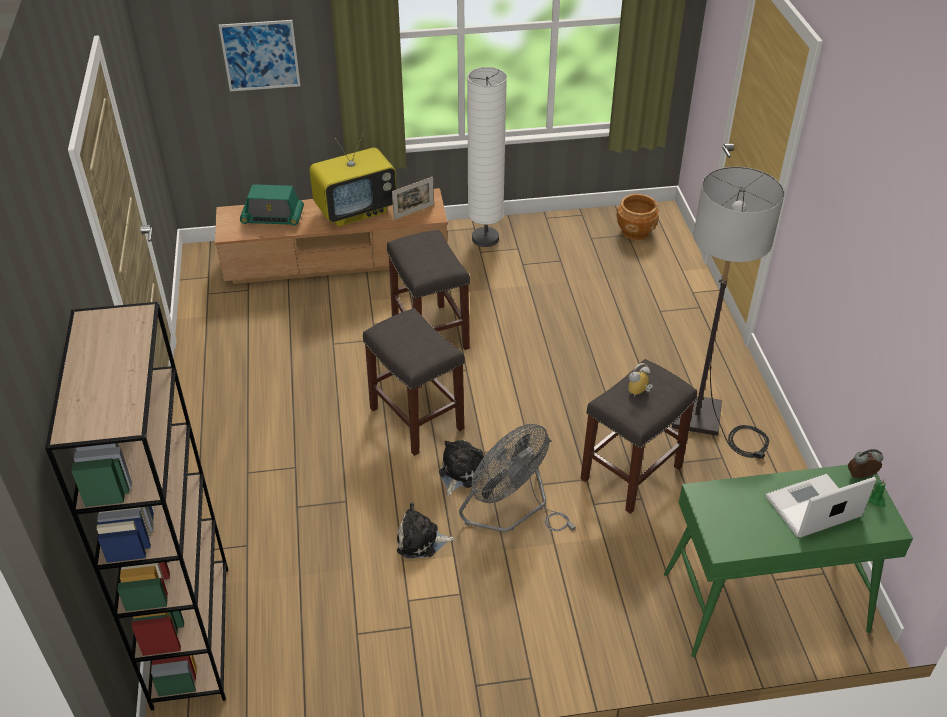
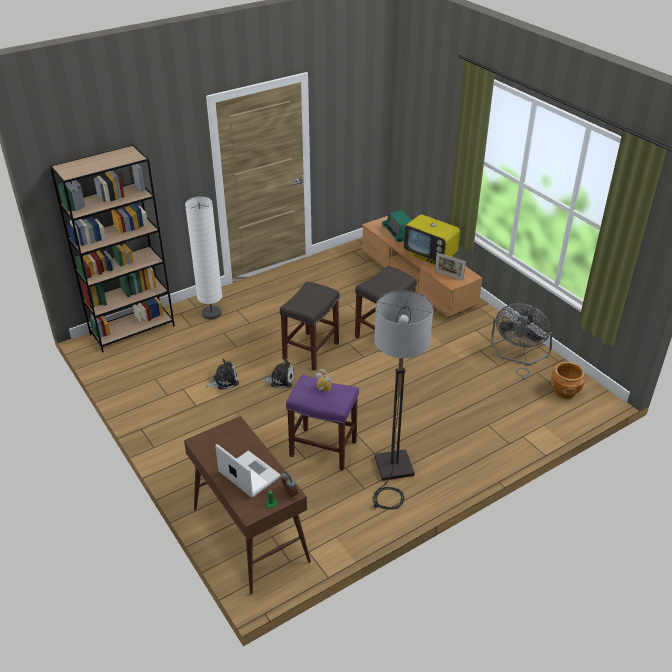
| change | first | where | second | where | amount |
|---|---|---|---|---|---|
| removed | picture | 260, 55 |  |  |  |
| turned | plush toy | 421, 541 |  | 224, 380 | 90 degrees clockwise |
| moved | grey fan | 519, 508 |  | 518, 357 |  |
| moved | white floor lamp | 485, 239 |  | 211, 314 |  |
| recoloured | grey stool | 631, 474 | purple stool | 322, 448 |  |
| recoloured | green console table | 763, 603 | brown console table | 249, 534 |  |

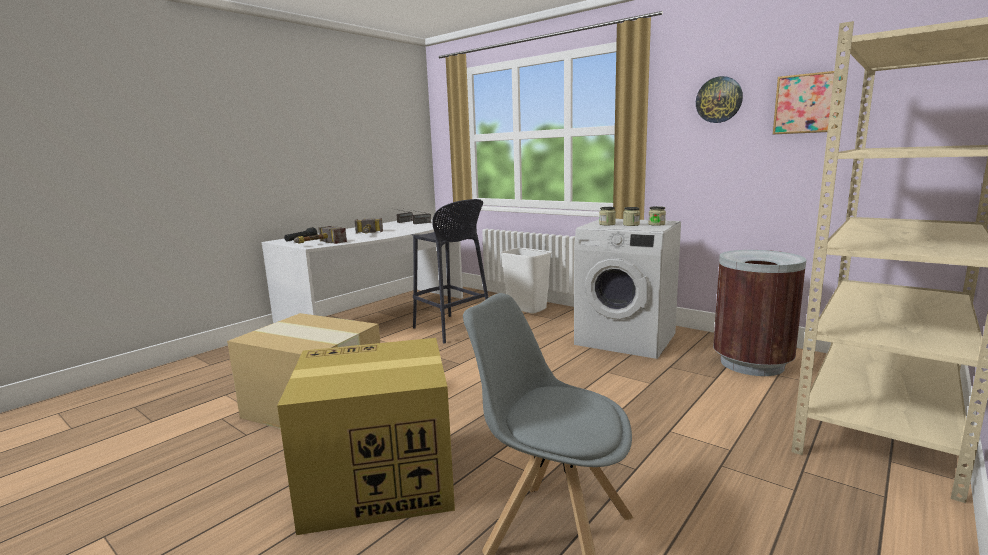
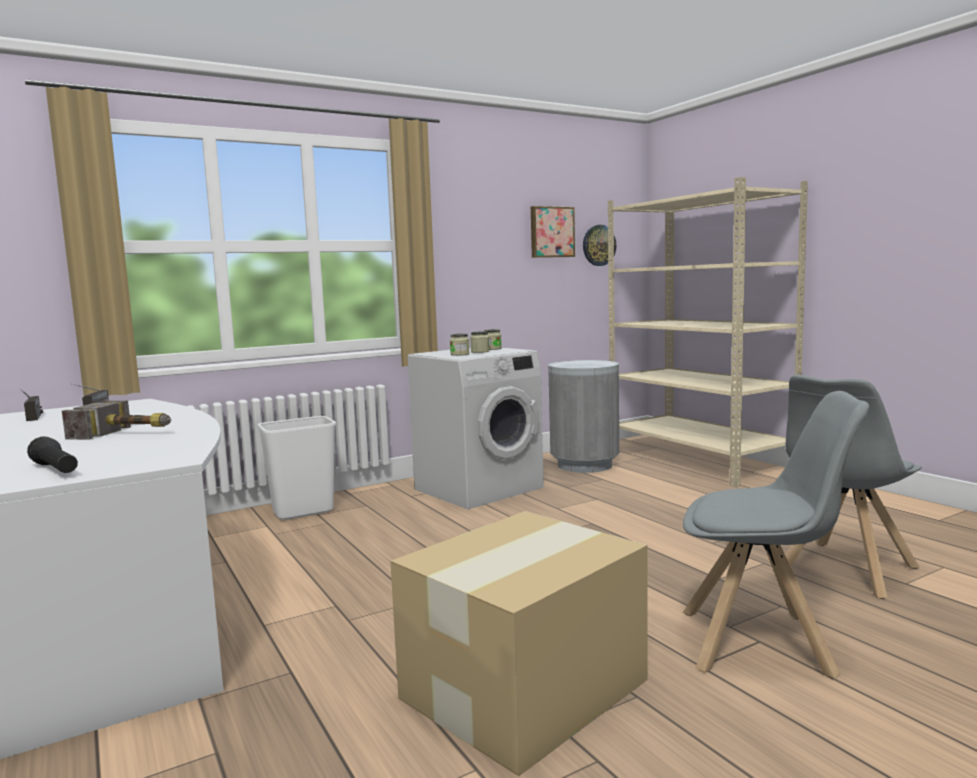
| change | first | where | second | where | amount |
|---|---|---|---|---|---|
| replaced | cardboard box | 377, 481 | grey chair | 763, 642 |  |
| removed | hammer | 317, 244 |  |  |  |
| removed | grey stool | 451, 328 |  |  |  |
| moved | wall clock | 719, 100 |  | 598, 245 |  |
| recoloured | brown trash can | 752, 364 | grey trash can | 585, 465 |  |

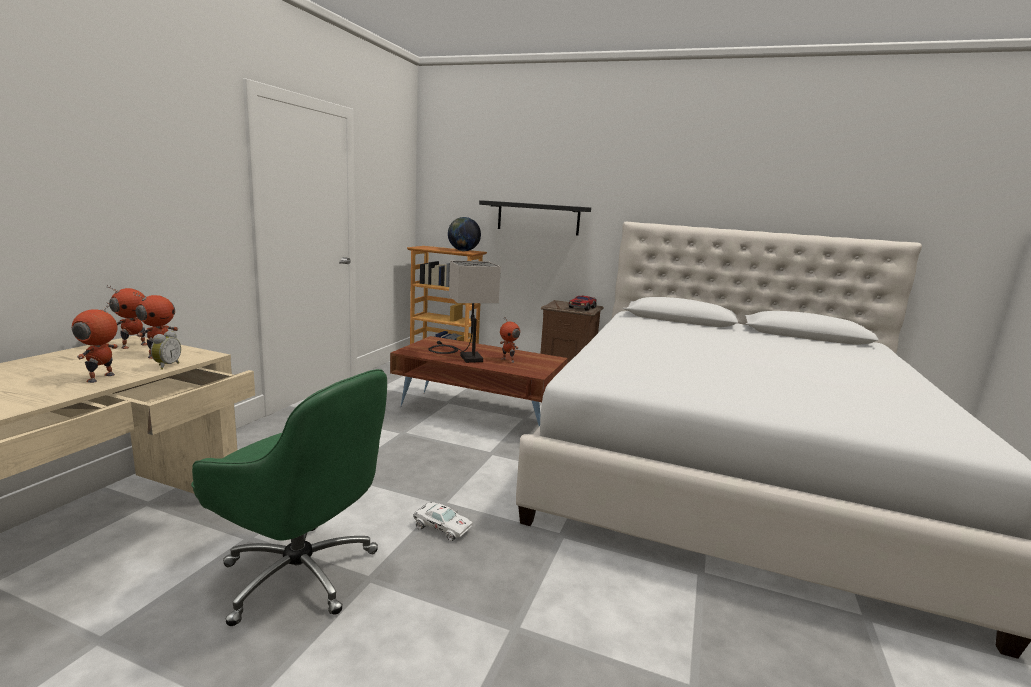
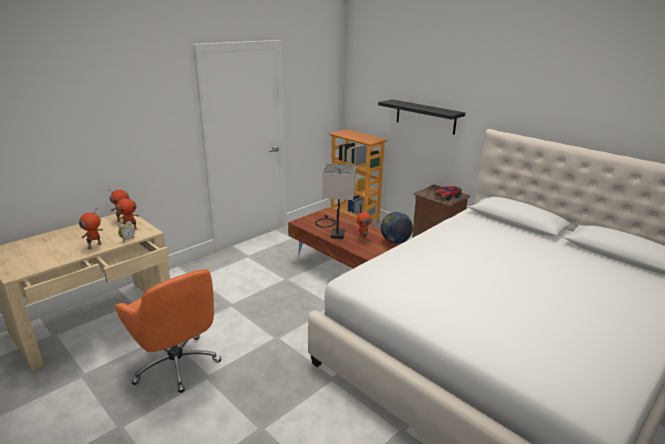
| change | first | where | second | where | amount |
|---|---|---|---|---|---|
| recoloured | green office chair | 298, 575 | orange office chair | 176, 365 |  |
| removed | white toy car | 441, 527 |  |  |  |
| moved | globe | 463, 251 |  | 395, 242 |  |

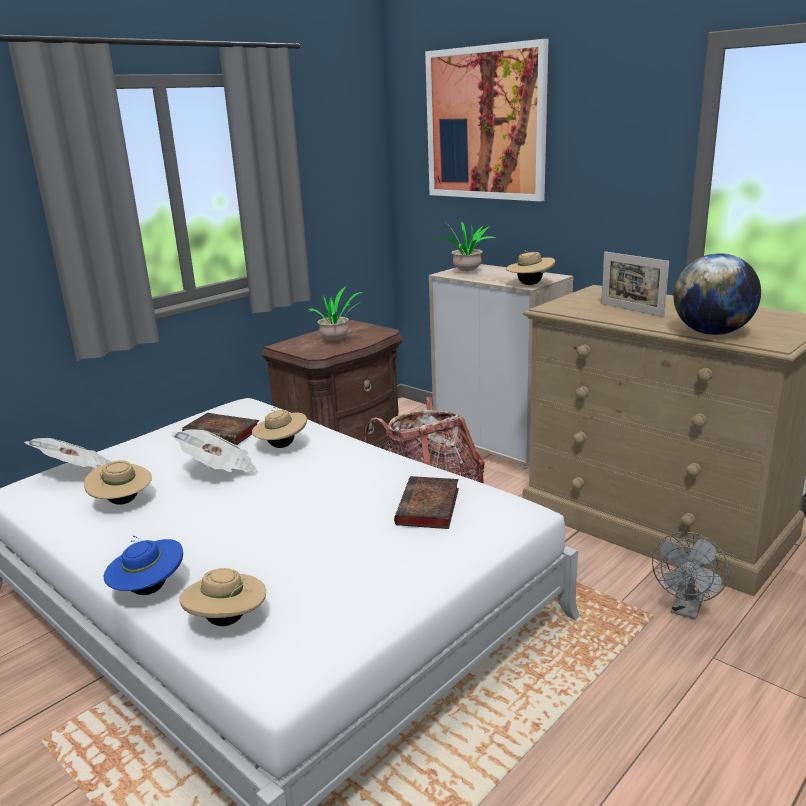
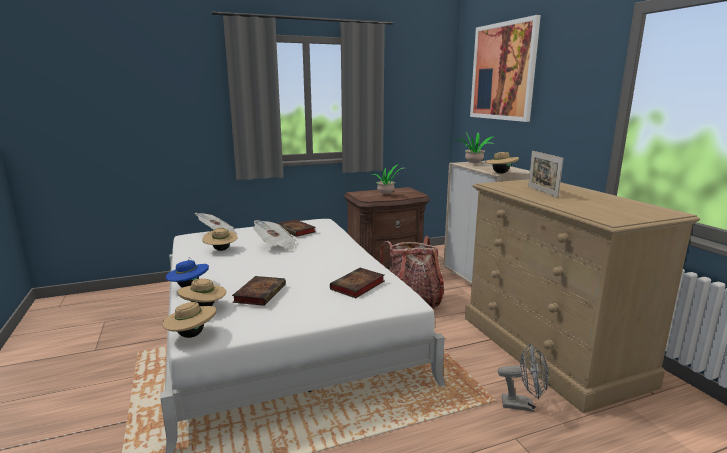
| change | first | where | second | where | amount |
|---|---|---|---|---|---|
| moved | beige hat | 281, 446 |  | 191, 335 |  |
| turned | grey fan | 686, 610 |  | 523, 405 | 135 degrees counterclockwise |
| removed | globe | 712, 333 |  |  |  |
| added |  |  | book | 260, 293 |  |

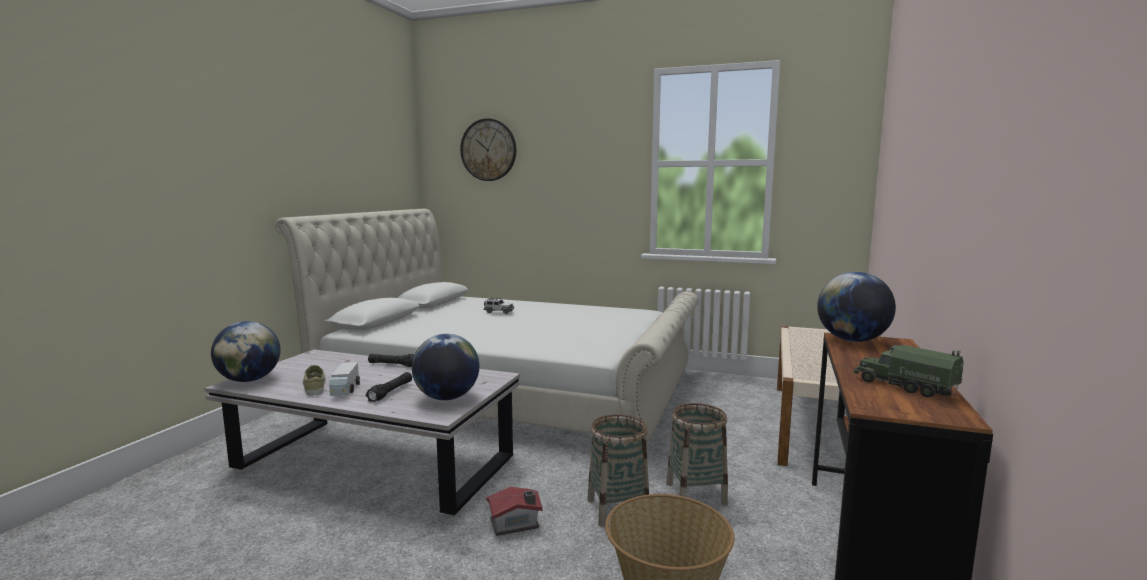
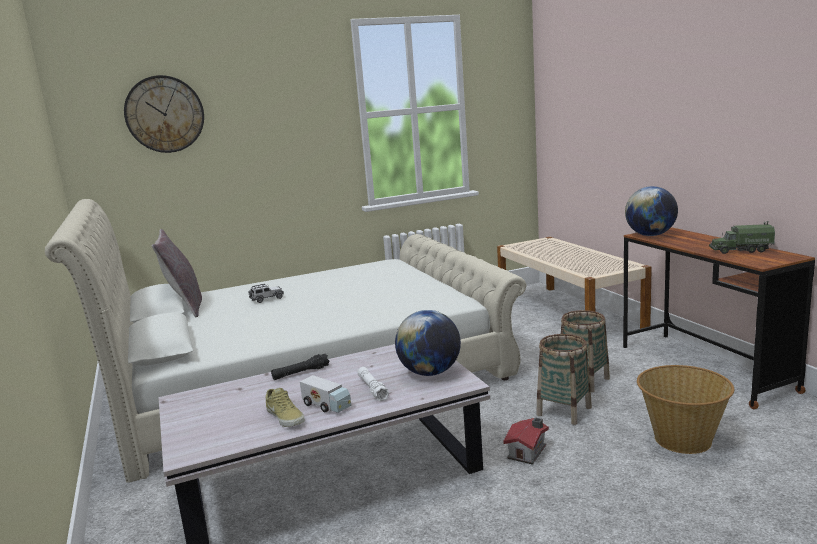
| change | first | where | second | where | amount |
|---|---|---|---|---|---|
| removed | globe | 249, 380 |  |  |  |
| turned | beige shoe | 314, 386 |  | 286, 417 | 150 degrees counterclockwise |
| recoloured | black flashlight | 391, 392 | white flashlight | 372, 389 |  |
| added |  |  | grey pillow | 185, 307 |  |

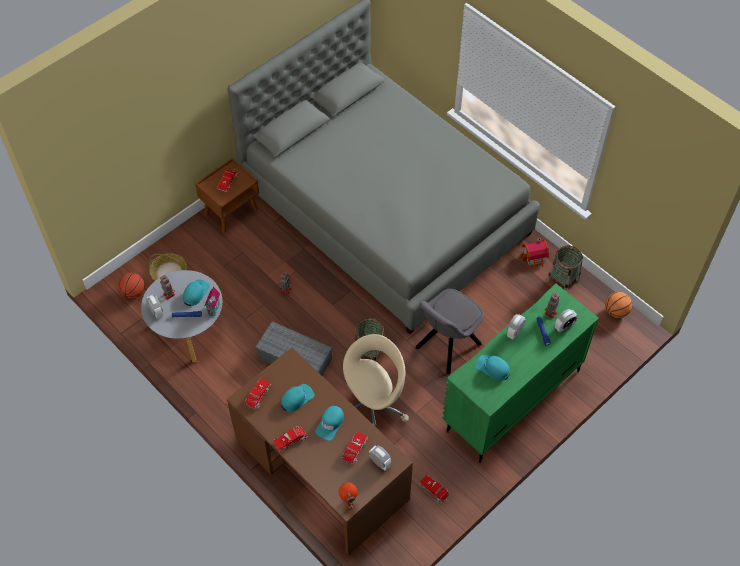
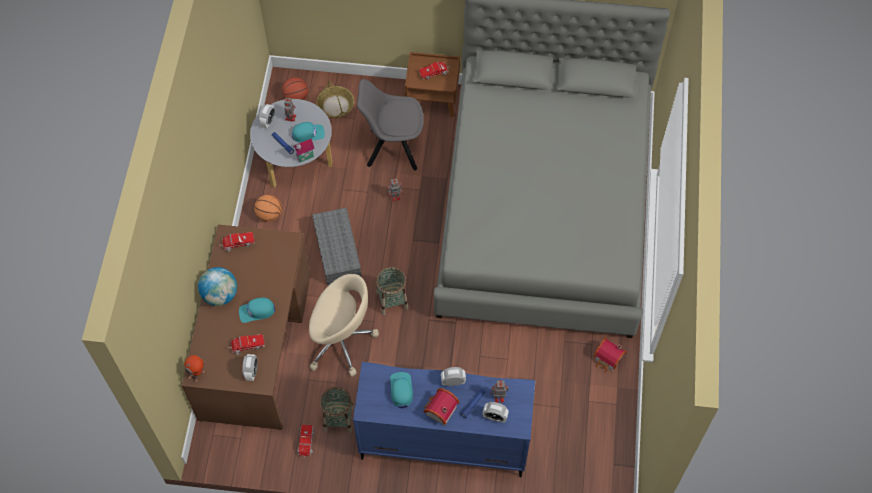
| change | first | where | second | where | amount |
|---|---|---|---|---|---|
| replaced | toy truck | 292, 439 | globe | 220, 295 |  |
| removed | turquoise cap | 297, 398 |  |  |  |
| moved | grey chair | 447, 346 |  | 393, 149 |  |
| recoloured | green dresser | 512, 400 | blue dresser | 443, 442 |  |
| moved | basket | 562, 280 |  | 339, 419 |  |
| moved | basketball | 616, 312 |  | 269, 215 |  |
| added |  |  | toy house | 439, 411 |  |

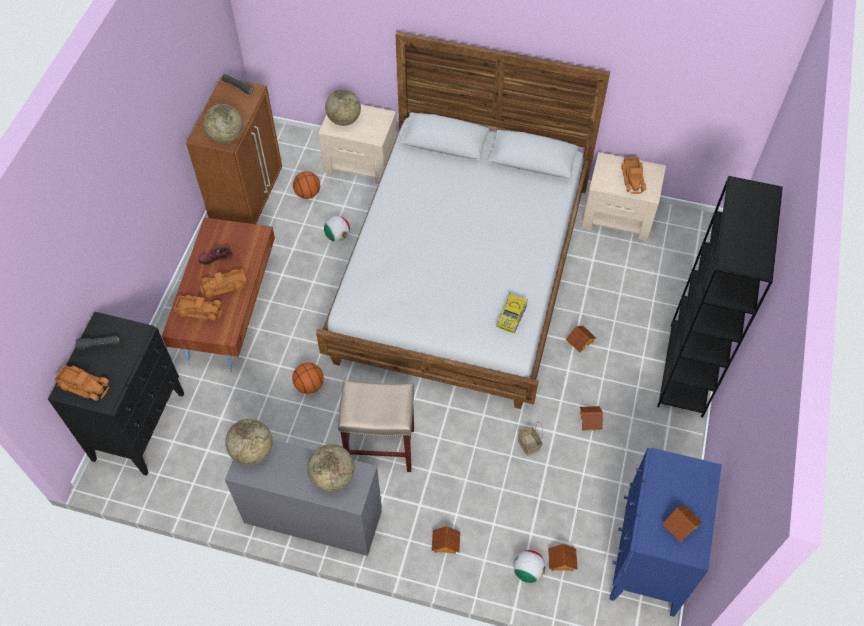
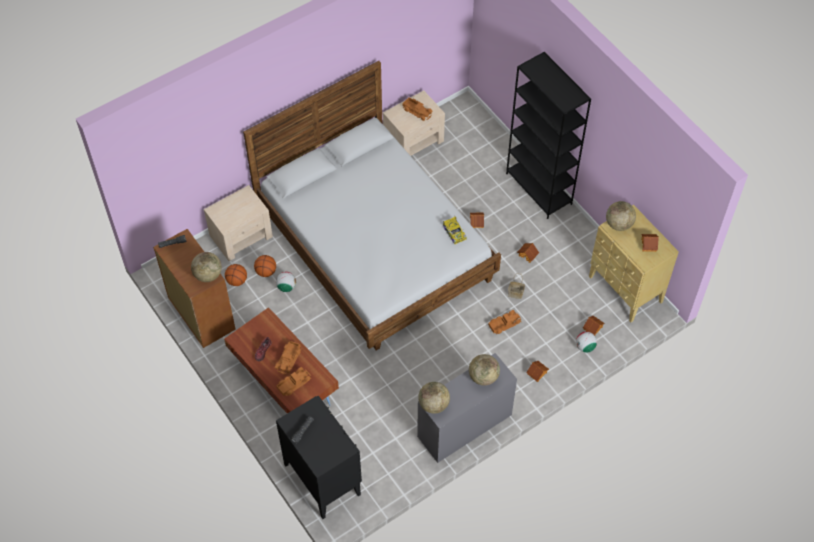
| change | first | where | second | where | amount |
|---|---|---|---|---|---|
| moved | toy truck | 84, 385 |  | 504, 323 |  |
| moved | basketball | 309, 385 |  | 266, 271 |  |
| moved | globe | 344, 120 |  | 619, 224 |  |
| removed | beige stool | 382, 447 |  |  |  |
| recoloured | blue dresser | 647, 559 | beige dresser | 624, 290 |  |

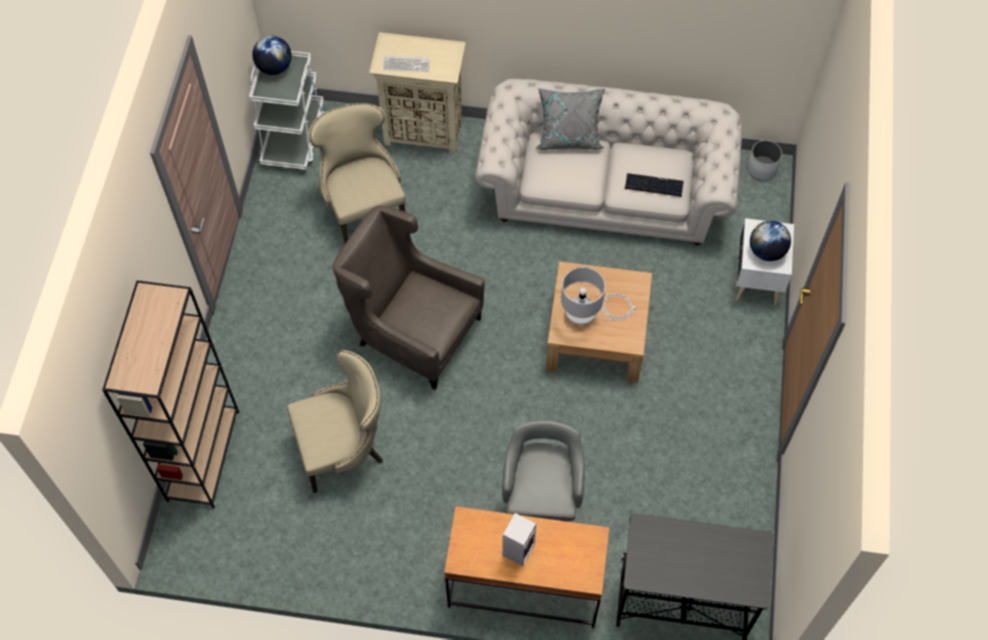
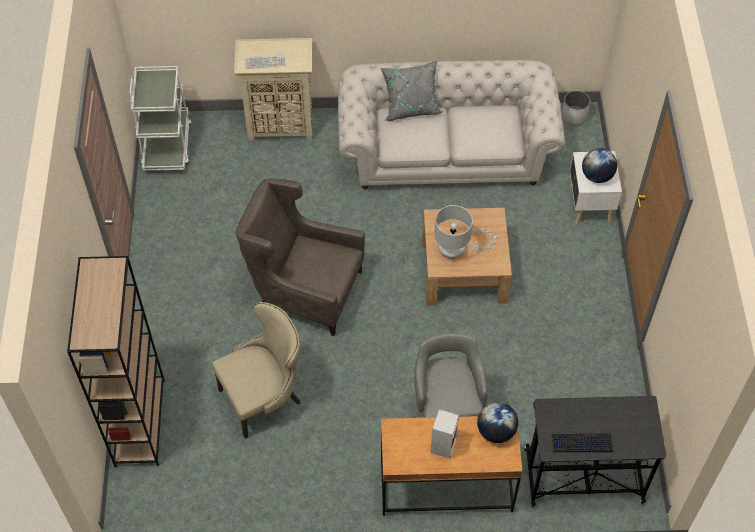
| change | first | where | second | where | amount |
|---|---|---|---|---|---|
| moved | globe | 274, 67 |  | 496, 431 |  |
| removed | beige chair | 363, 208 |  |  |  |
| moved | keyboard | 654, 185 |  | 582, 443 |  |

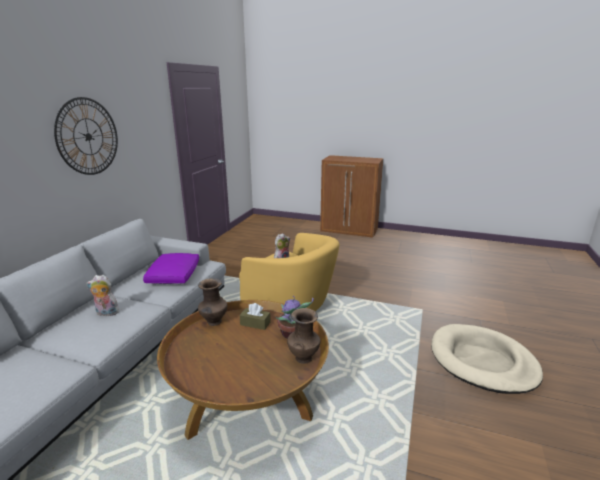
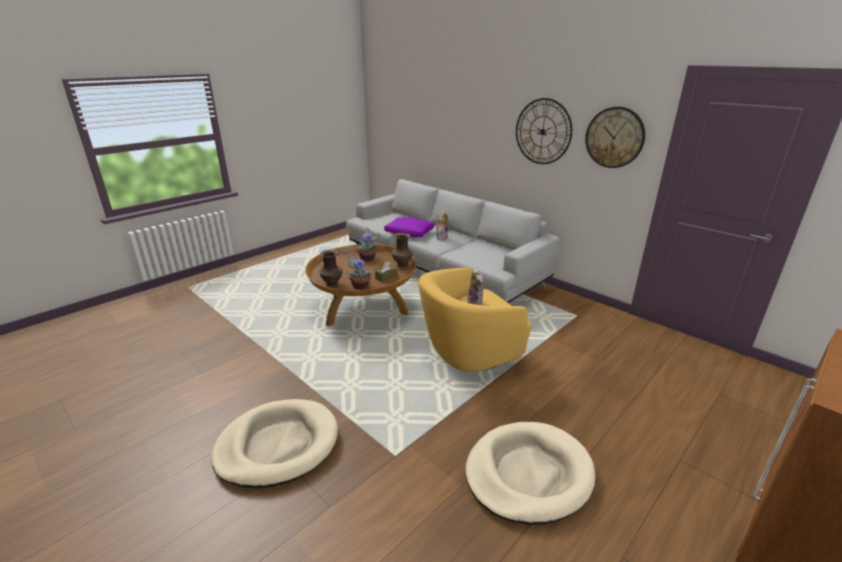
| change | first | where | second | where | amount |
|---|---|---|---|---|---|
| moved | purple pillow | 174, 275 |  | 410, 233 |  |
| added |  |  | potted plant | 368, 258 |  |
| added |  |  | beige dog bed | 528, 474 |  |
| added |  |  | wall clock | 614, 137 |  |

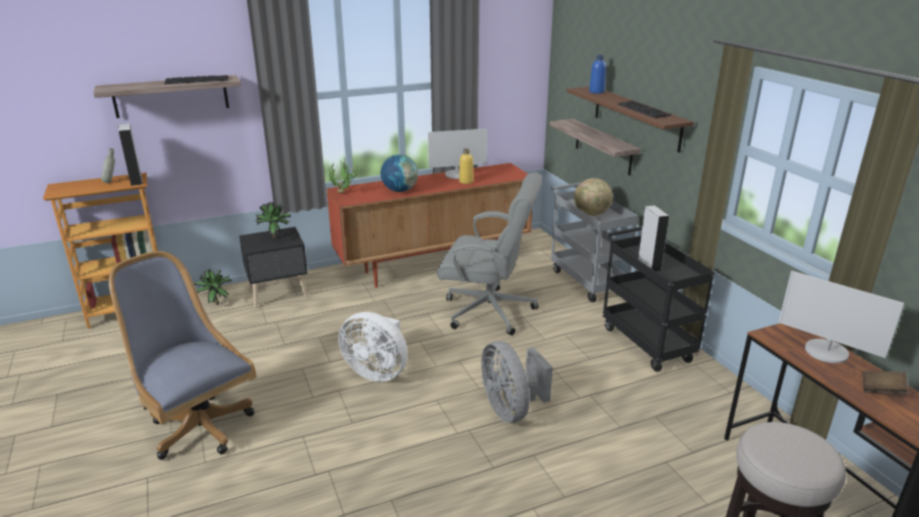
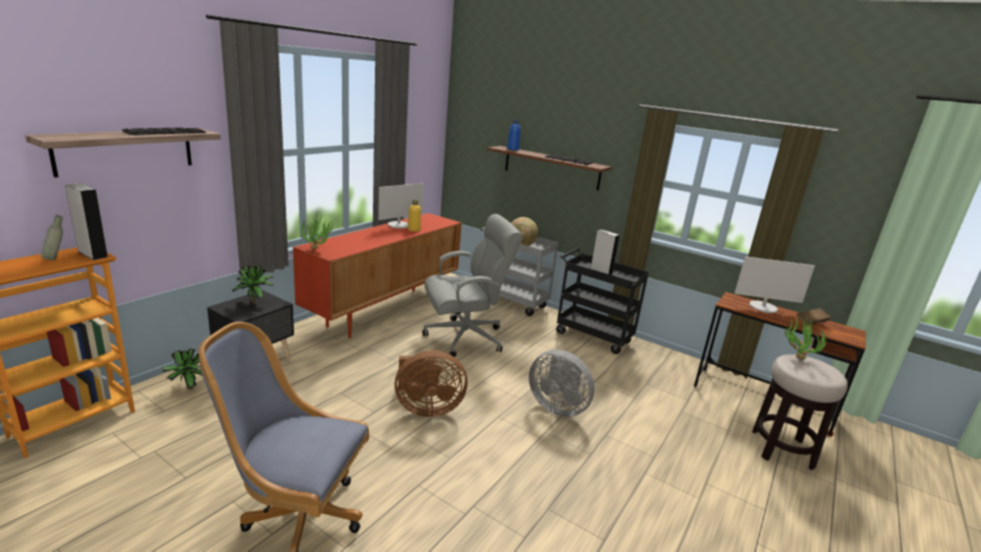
| change | first | where | second | where | amount |
|---|---|---|---|---|---|
| recoloured | white fan | 377, 371 | brown fan | 426, 408 |  |
| removed | globe | 400, 190 |  |  |  |
| removed | shelf | 603, 146 |  |  |  |
| added |  |  | potted plant | 795, 356 |  |

